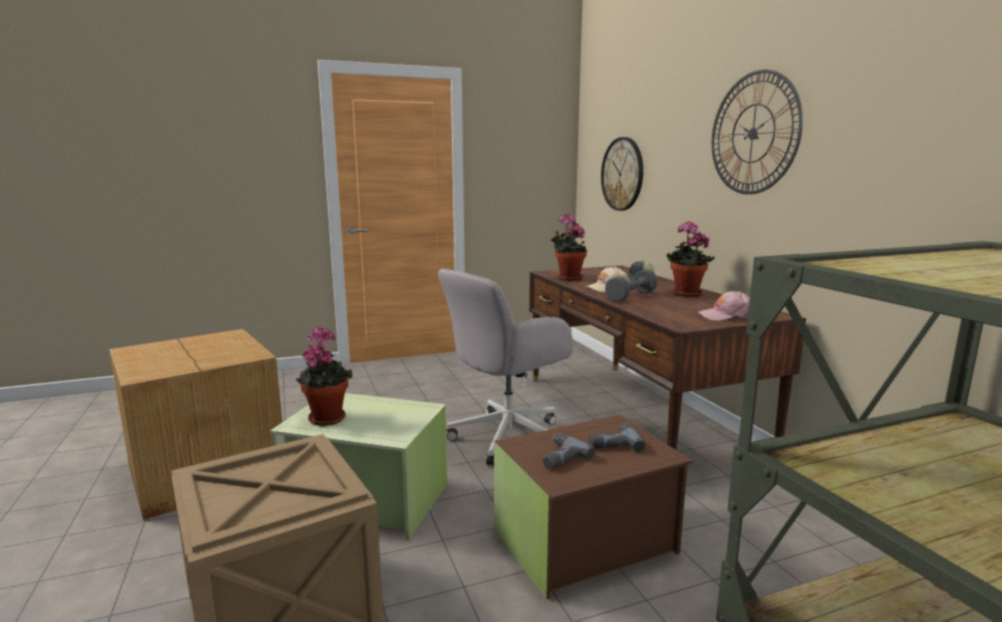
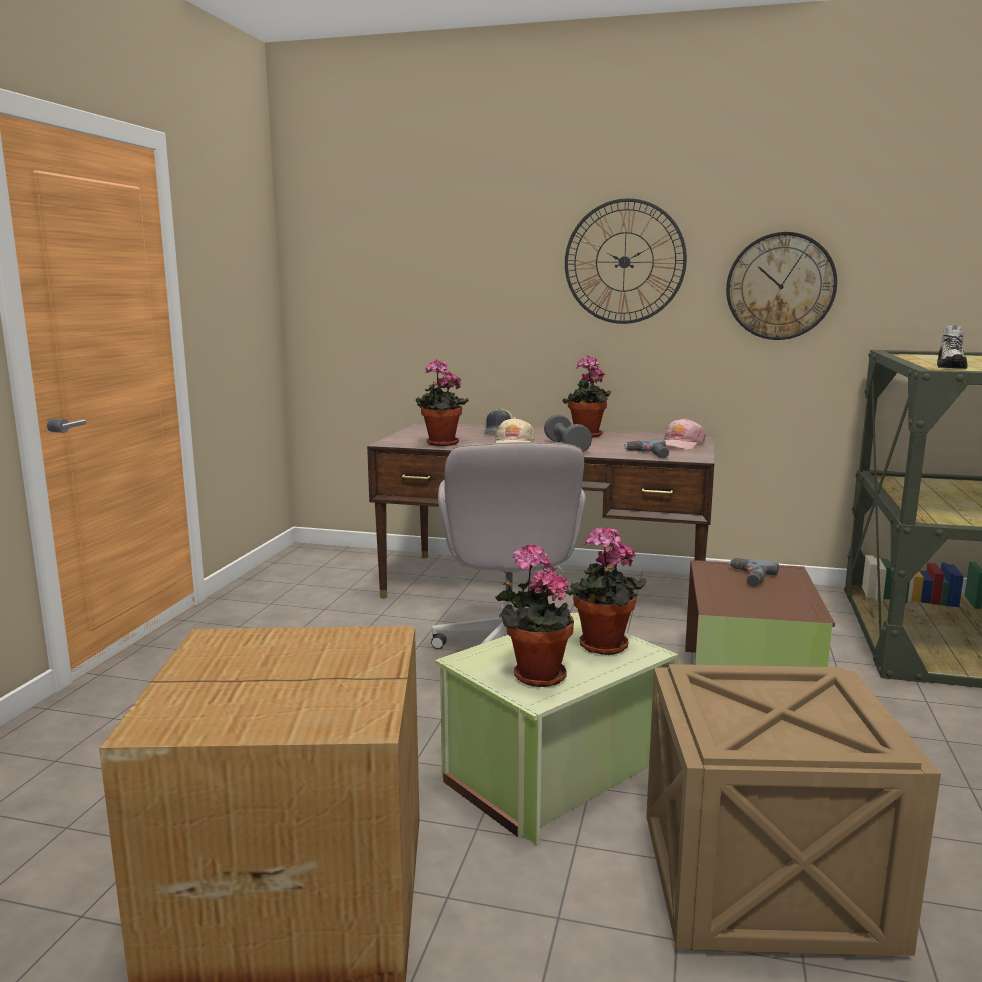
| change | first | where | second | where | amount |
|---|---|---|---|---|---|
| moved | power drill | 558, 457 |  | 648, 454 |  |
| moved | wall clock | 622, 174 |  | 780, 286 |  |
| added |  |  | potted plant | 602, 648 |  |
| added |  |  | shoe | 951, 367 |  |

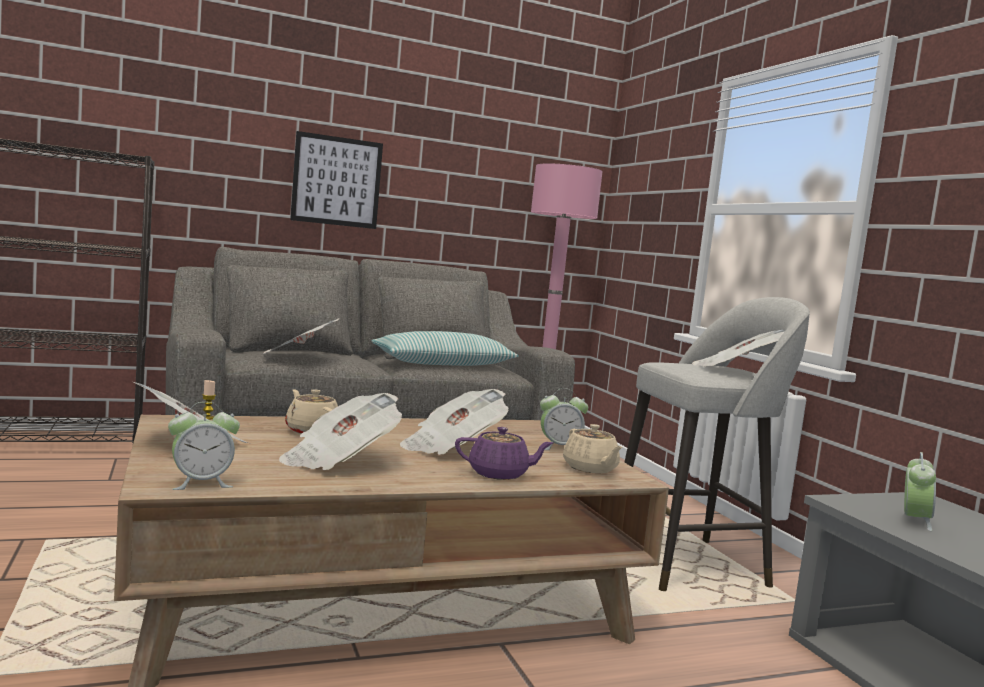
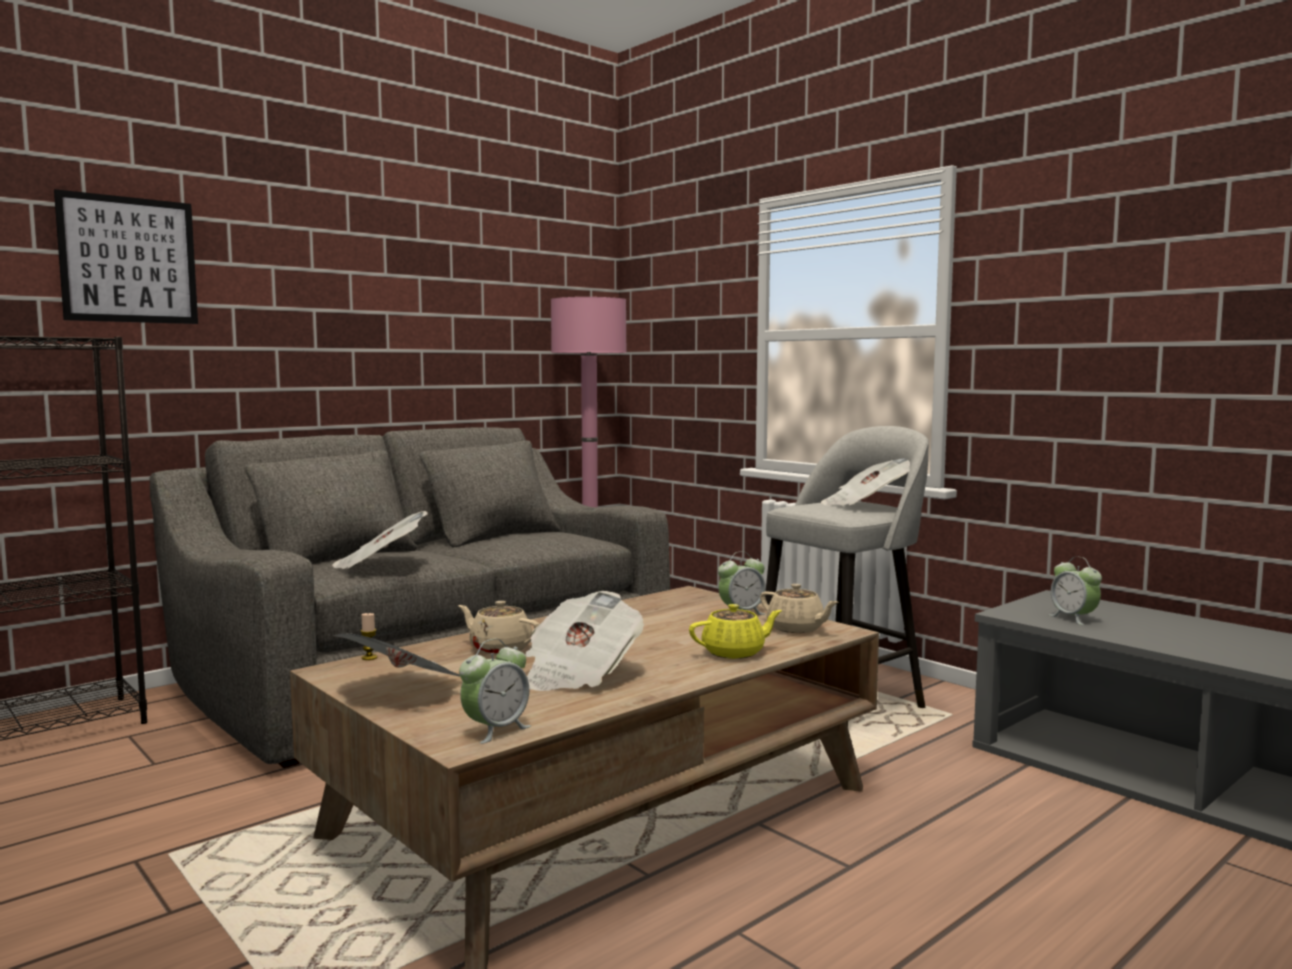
| change | first | where | second | where | amount |
|---|---|---|---|---|---|
| moved | picture | 337, 181 |  | 129, 260 |  |
| removed | pillow | 444, 364 |  |  |  |
| removed | newspaper | 451, 448 |  |  |  |
| recoloured | purple teapot | 499, 474 | yellow teapot | 734, 652 |  |
| turned | alarm clock | 914, 521 |  | 1073, 618 | 150 degrees clockwise |

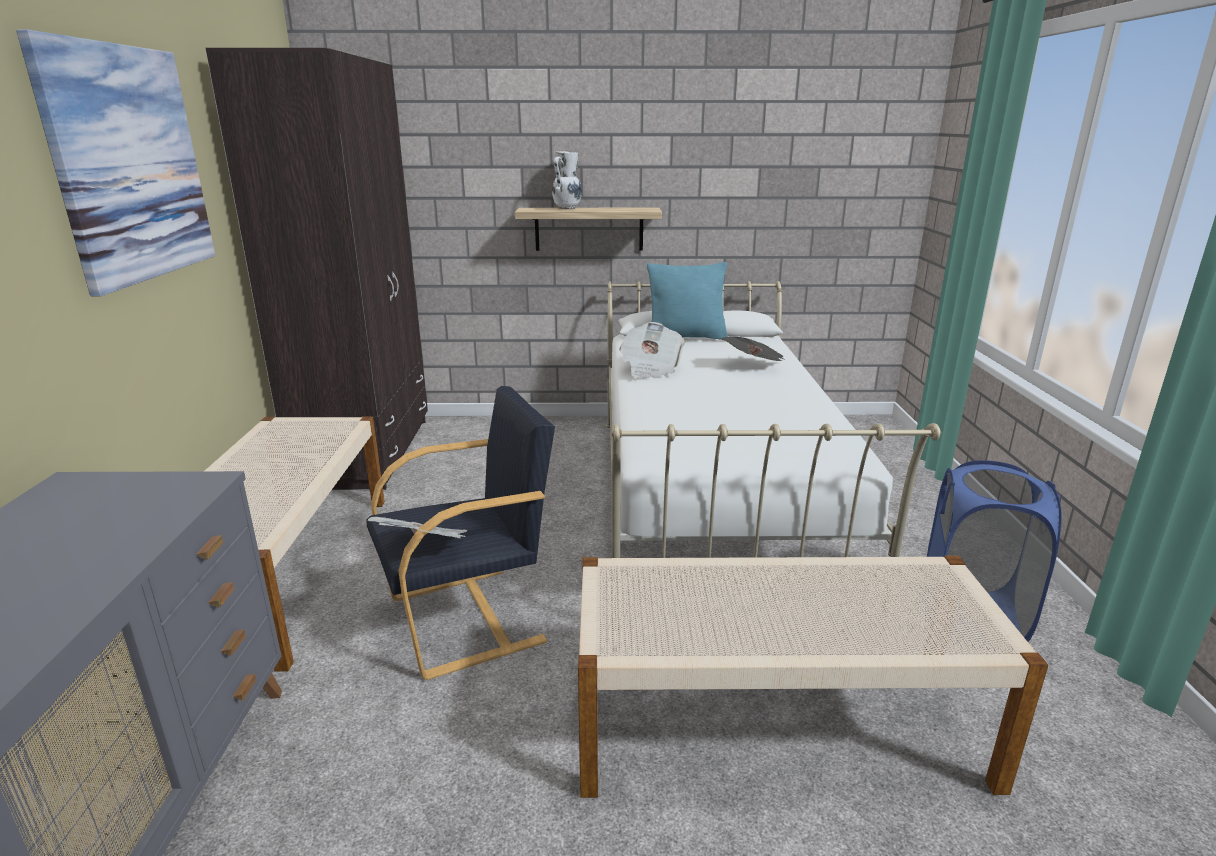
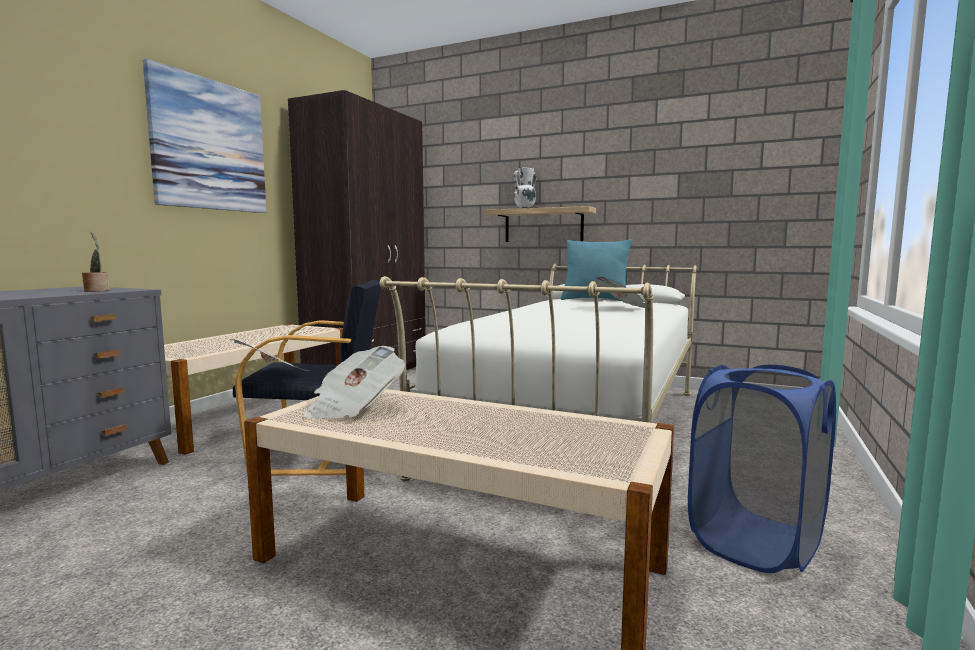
| change | first | where | second | where | amount |
|---|---|---|---|---|---|
| moved | newspaper | 650, 368 |  | 354, 408 |  |
| added |  |  | potted plant | 97, 291 |  |

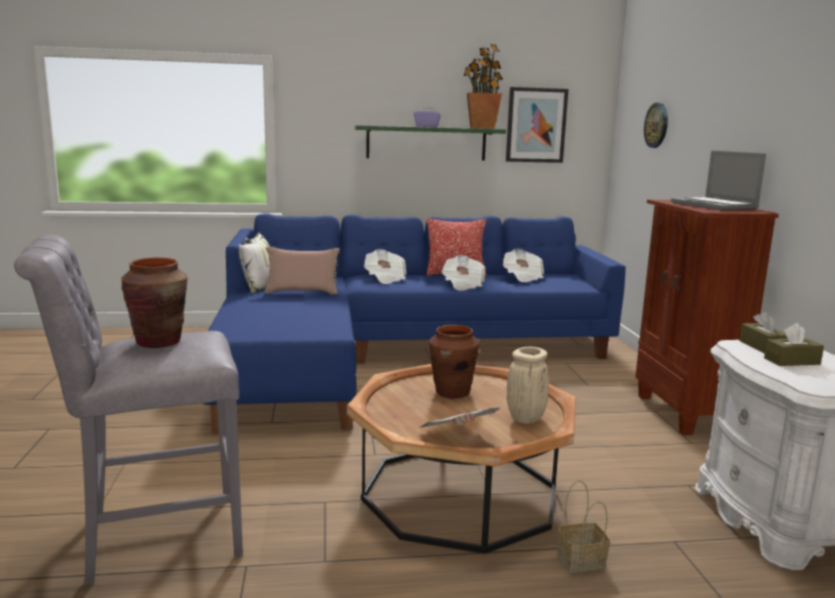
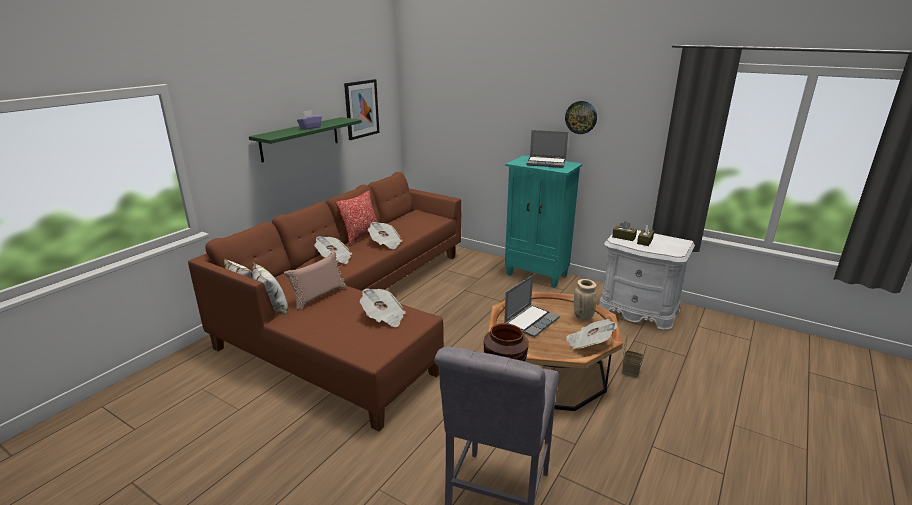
| change | first | where | second | where | amount |
|---|---|---|---|---|---|
| recoloured | blue sofa | 390, 358 | brown sofa | 356, 314 |  |
| replaced | brown vase | 452, 392 | laptop | 531, 321 |  |
| removed | potted plant | 481, 128 |  |  |  |
| moved | newspaper | 522, 277 |  | 383, 317 |  |
| recoloured | brown cabinet | 683, 414 | turquoise cabinet | 536, 275 |  |
| moved | wall clock | 656, 125 |  | 581, 117 |  |

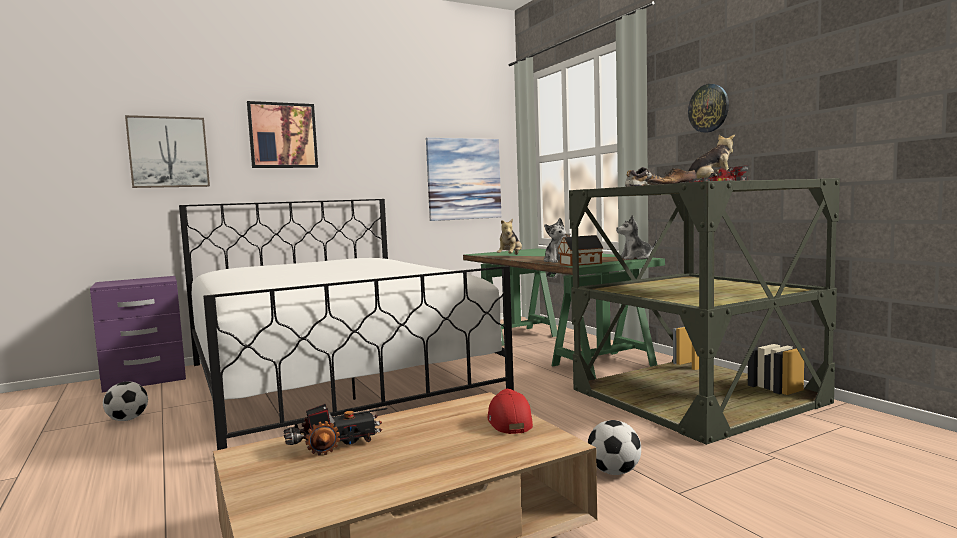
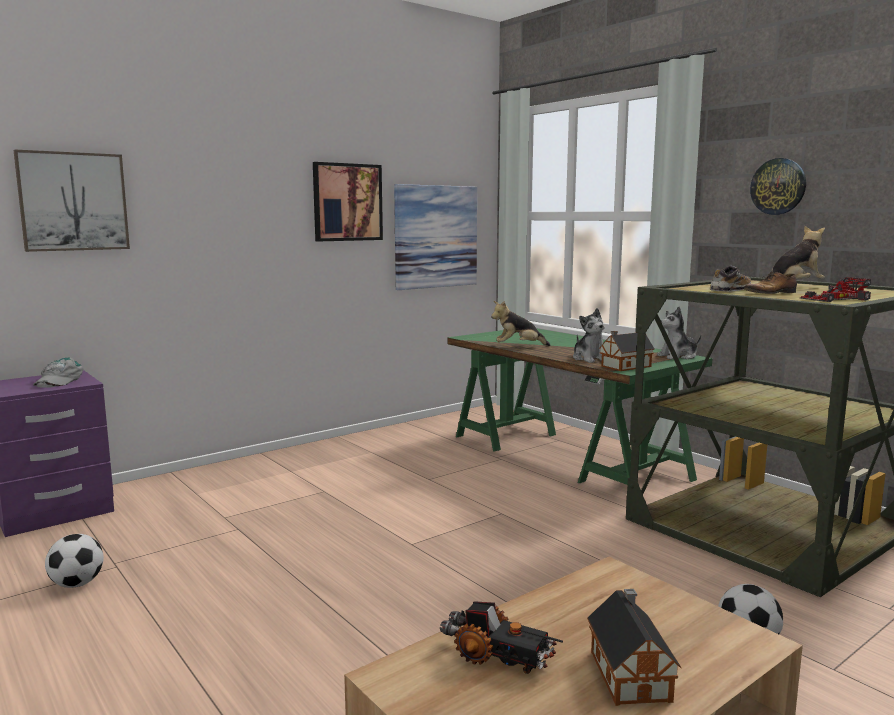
| change | first | where | second | where | amount |
|---|---|---|---|---|---|
| removed | white bed | 332, 379 |  |  |  |
| moved | picture | 283, 135 |  | 347, 202 |  |
| turned | toy truck | 336, 445 |  | 498, 656 | 60 degrees clockwise |
| removed | red cap | 509, 421 |  |  |  |
| turned | plush toy | 510, 257 |  | 518, 346 | 75 degrees clockwise |
| added |  |  | grey cap | 58, 380 |  |
| added |  |  | toy house | 629, 673 |  |

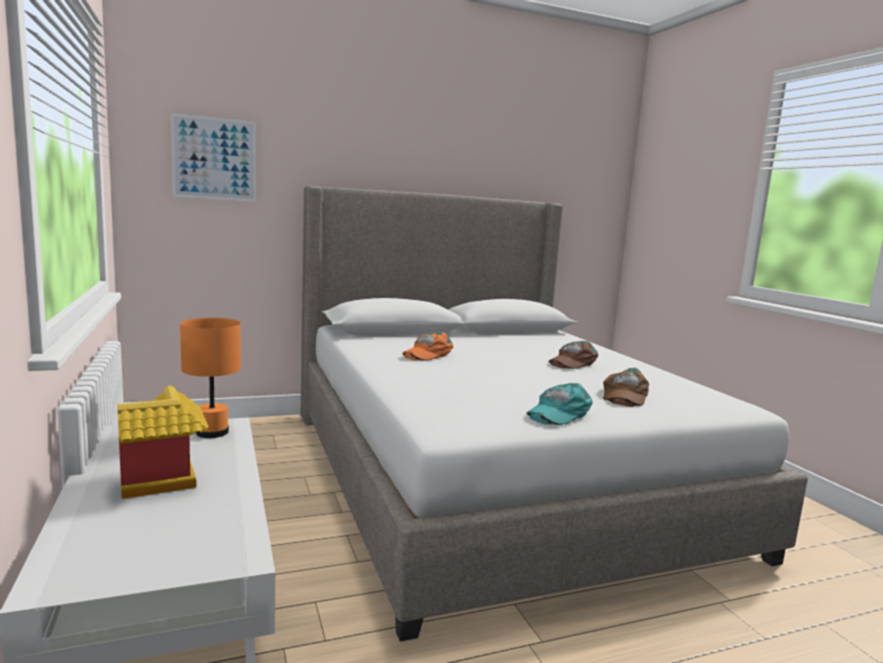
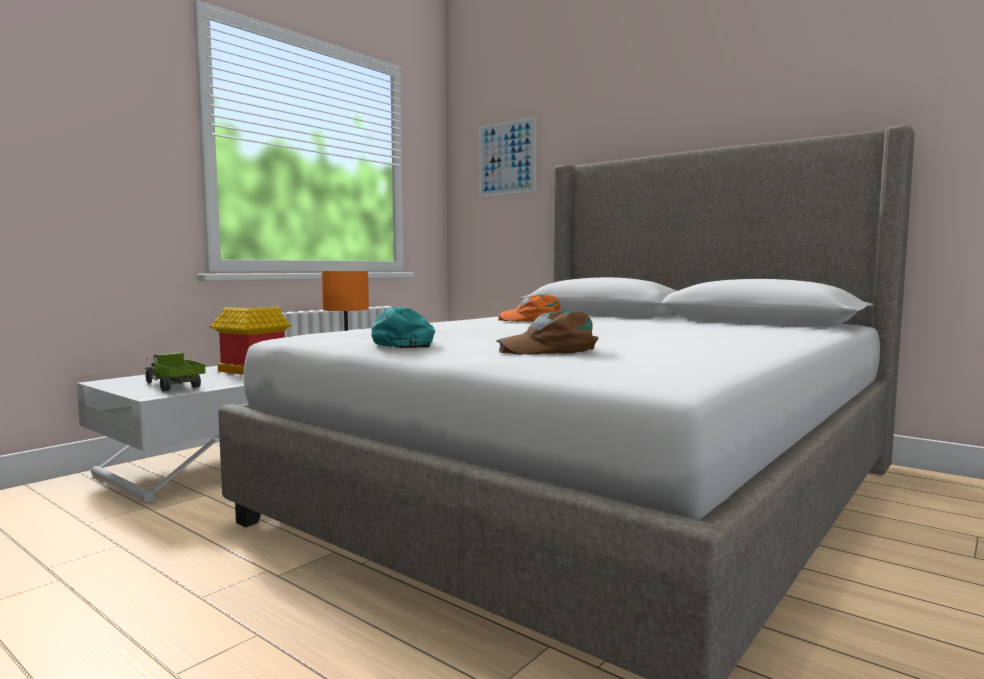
| change | first | where | second | where | amount |
|---|---|---|---|---|---|
| turned | turquoise cap | 558, 413 |  | 405, 342 | 75 degrees clockwise |
| removed | brown cap | 572, 362 |  |  |  |
| added |  |  | toy truck | 173, 386 |  |

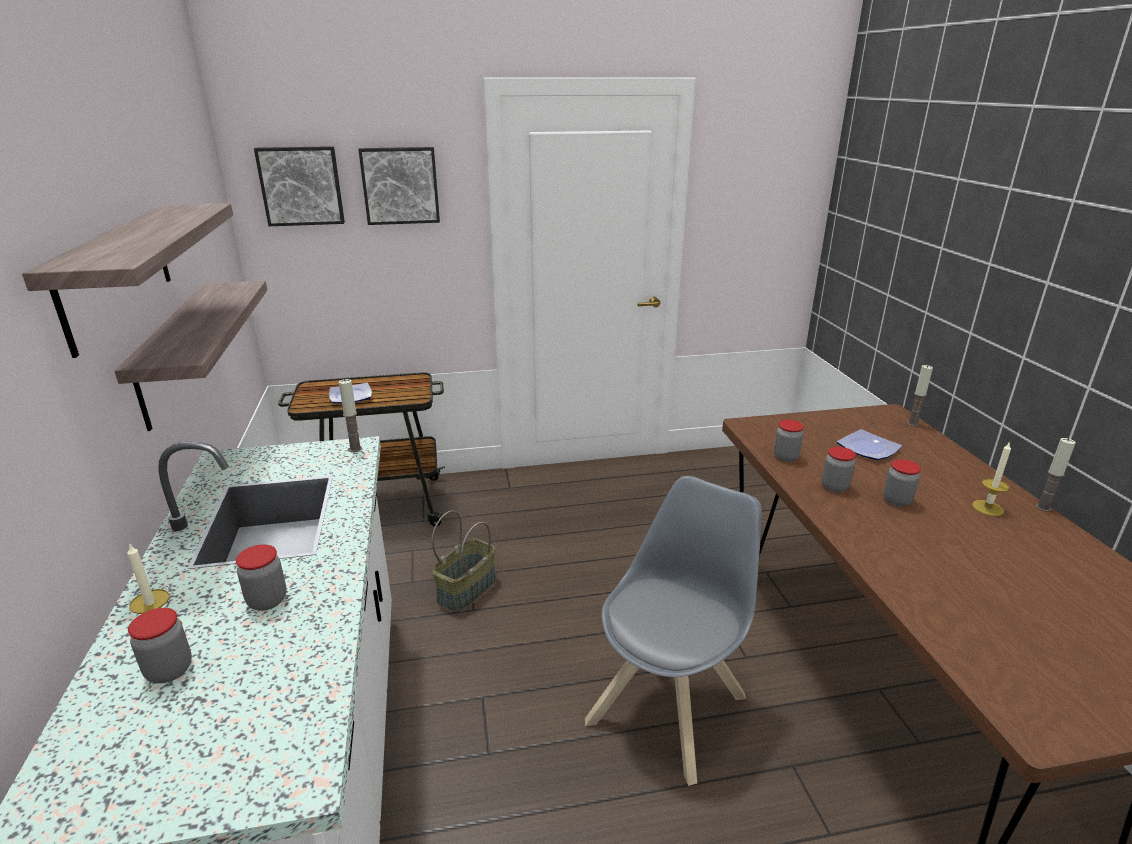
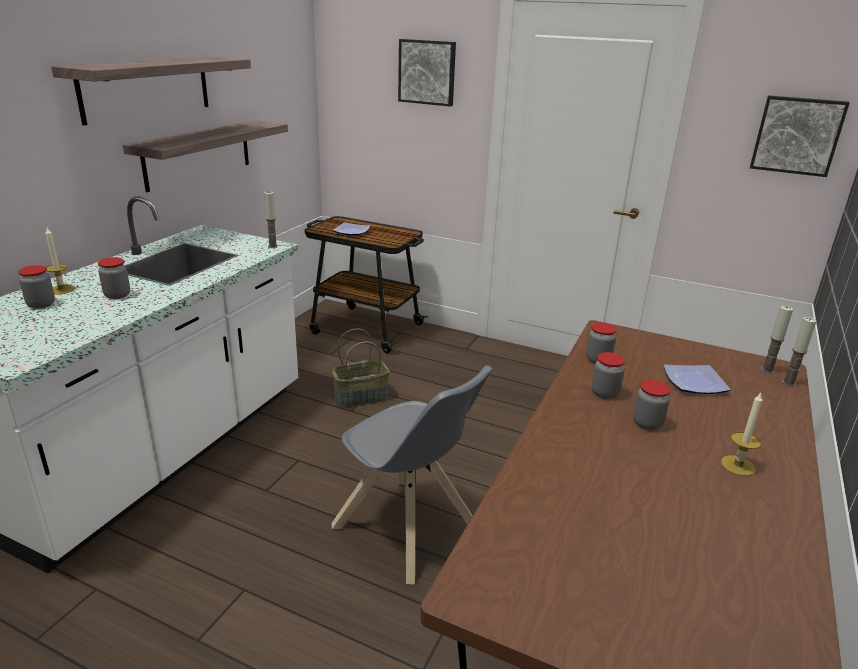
| change | first | where | second | where | amount |
|---|---|---|---|---|---|
| moved | picture | 301, 186 |  | 797, 135 |  |
| turned | grey chair | 669, 706 |  | 408, 529 | 60 degrees clockwise |
| moved | candle | 1043, 508 |  | 767, 370 |  |

